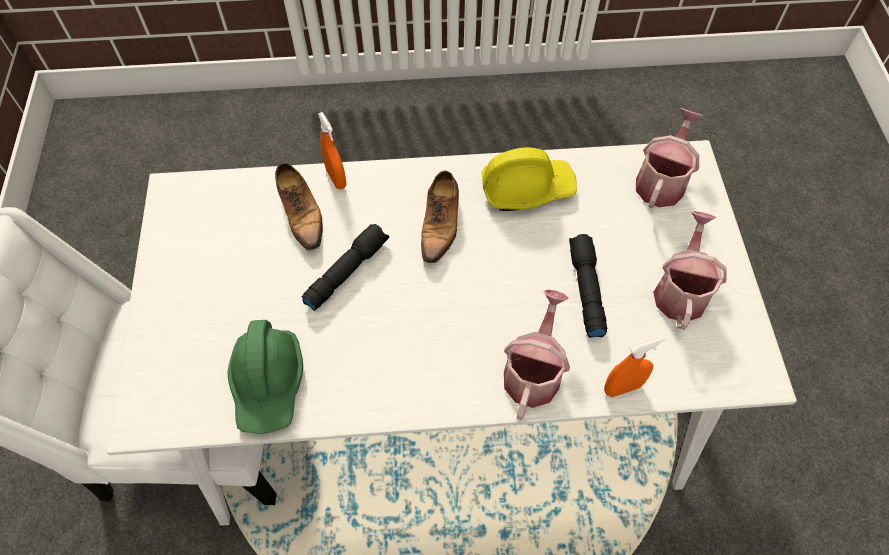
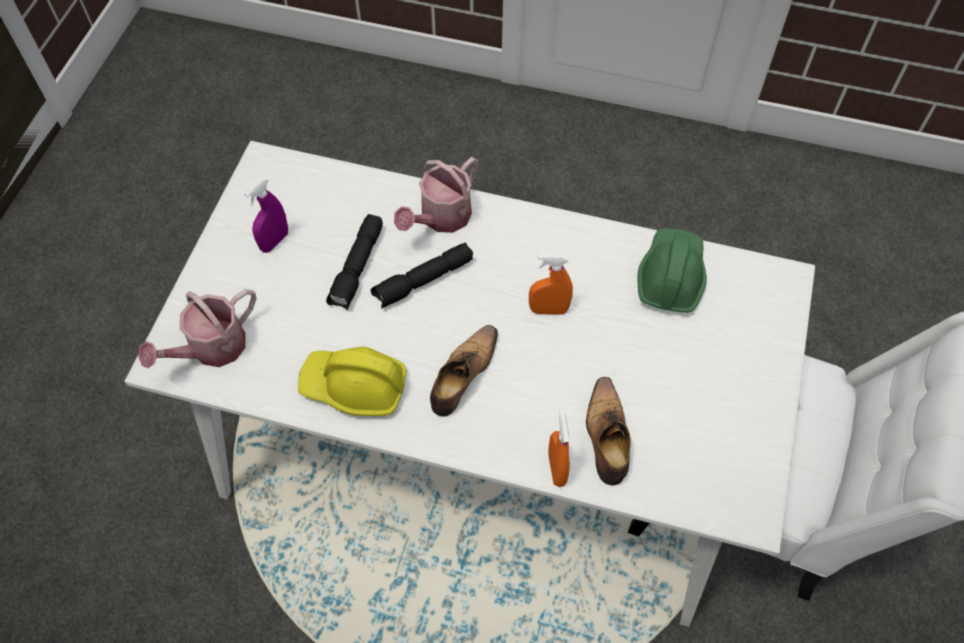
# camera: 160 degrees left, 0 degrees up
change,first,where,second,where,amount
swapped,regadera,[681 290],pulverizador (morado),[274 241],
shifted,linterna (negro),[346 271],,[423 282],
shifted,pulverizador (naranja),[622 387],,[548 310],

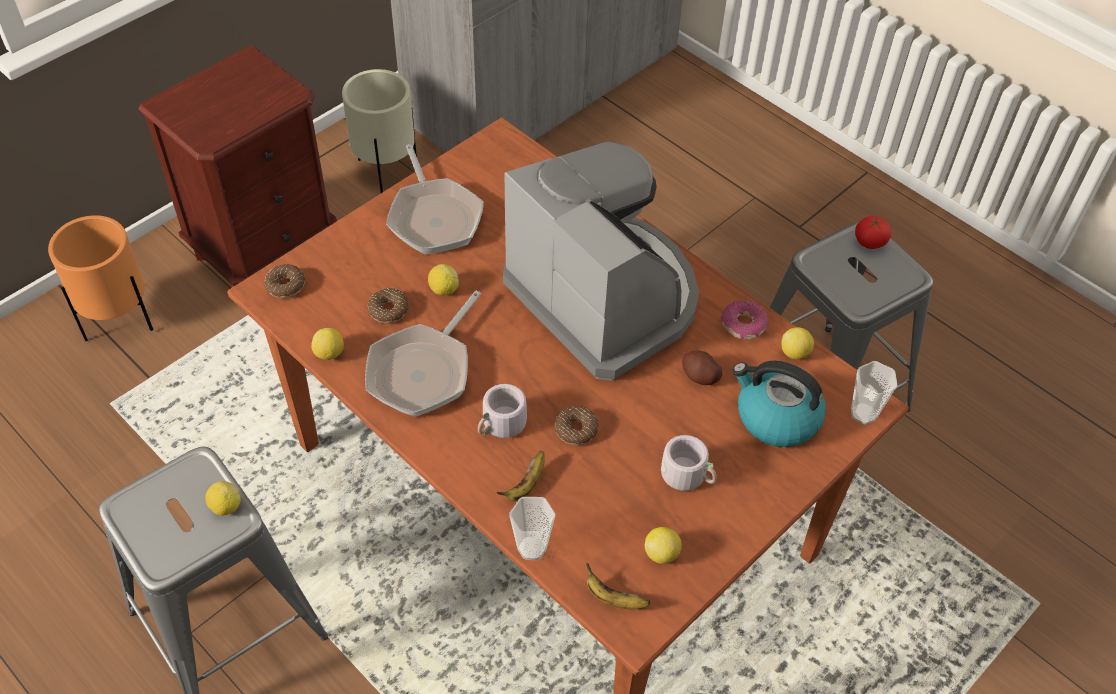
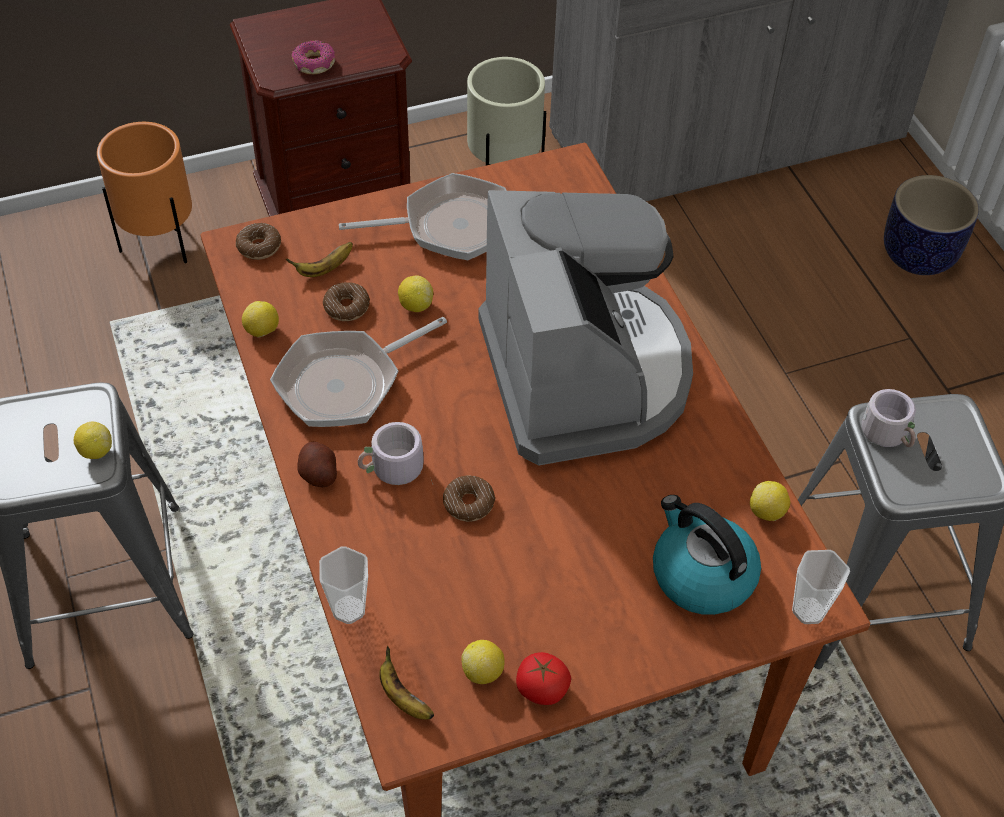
# camera: 25 degrees right, 0 degrees up
change,first,where,second,where,amount
shifted,plátano,[526 485],,[324 269],
shifted,rosquilla,[743 325],,[314 64],
shifted,patata,[700 376],,[318 474],
rotated,sartén,[434 217],,[450 226],105 degrees counterclockwise
shifted,tomate,[870 242],,[542 689],
shifted,taza grande (gris),[689 474],,[889 434],
new,,,maceta,[919 255],

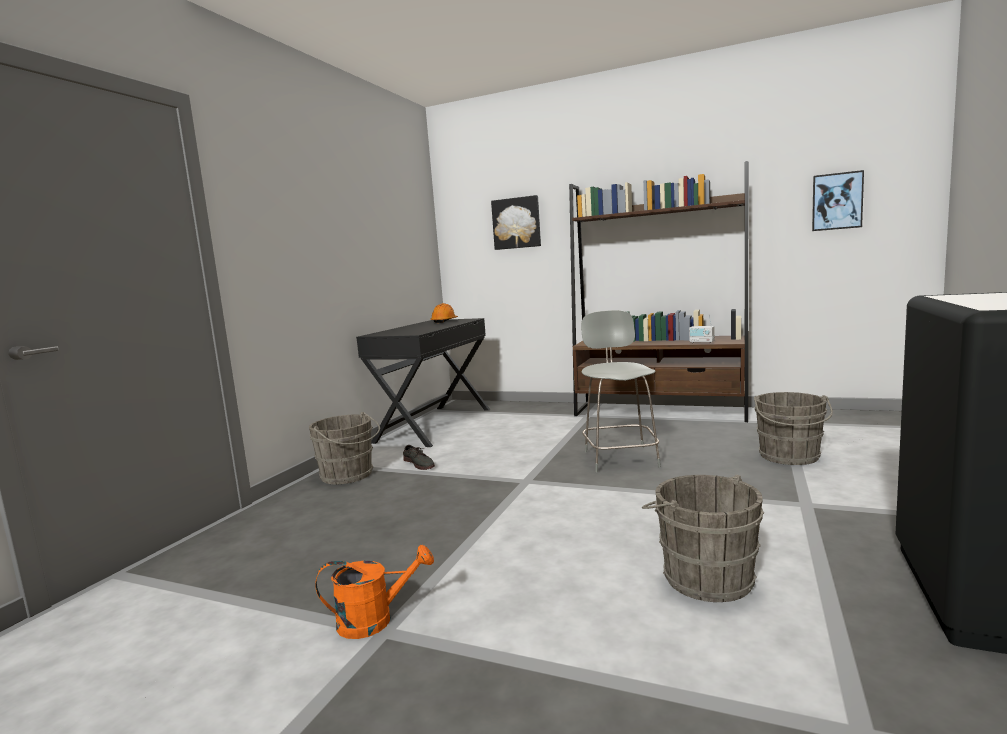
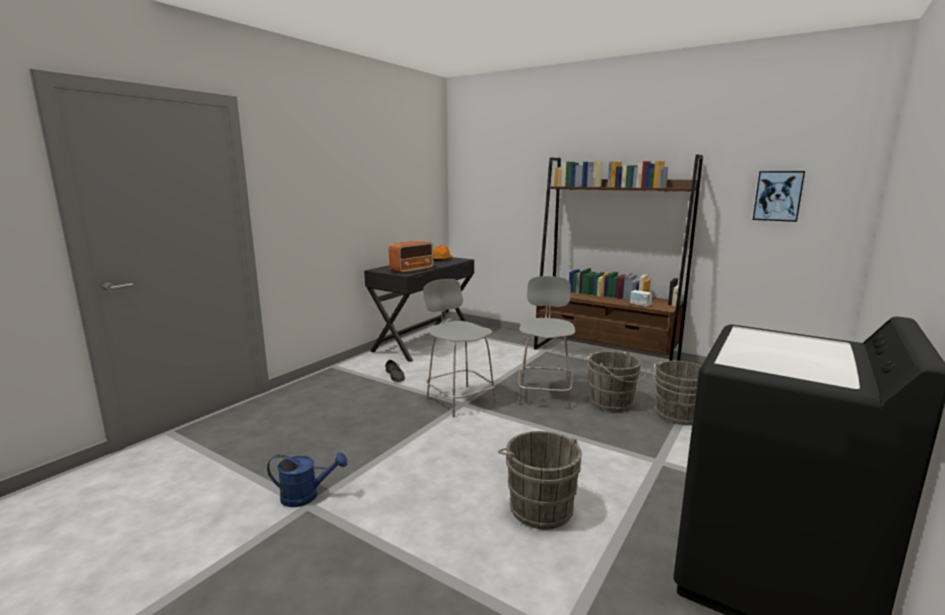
# camera: 10 degrees right, 5 degrees up
change,first,where,second,where,amount
repainted,regadera (naranja),[375 620],regadera (azul),[306 496],
new,,,radio,[412 270],
new,,,taburete (gris),[459 400],
shifted,cubo (gris),[349 475],,[613 403],
gone,cuadro,[516 223],,,

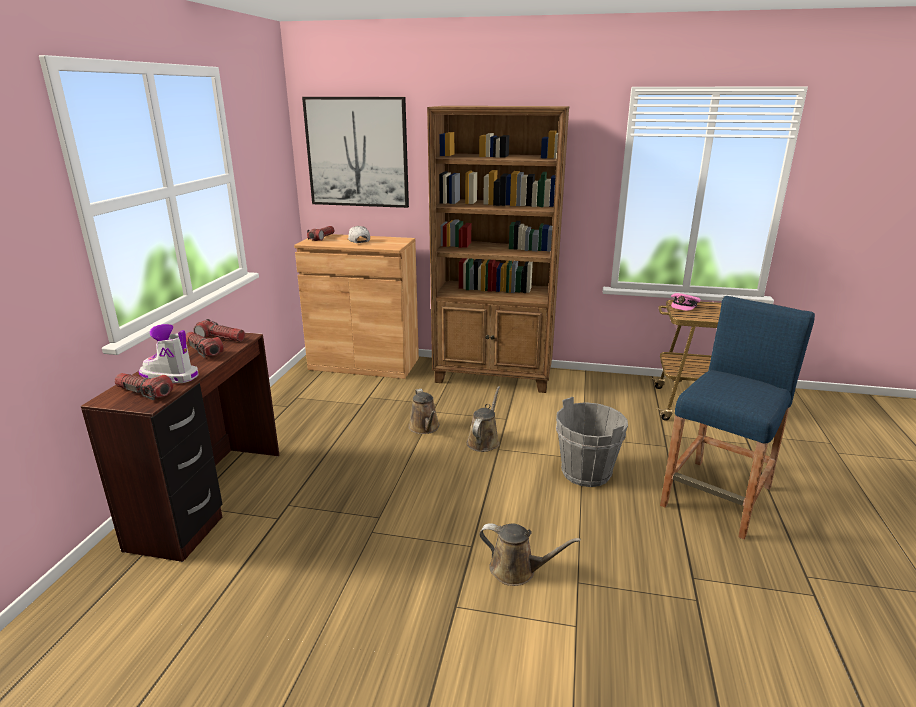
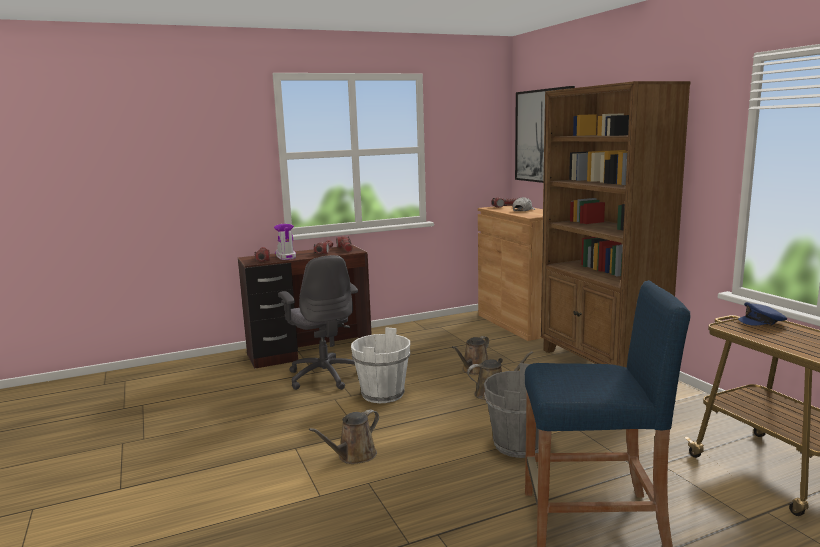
# camera: 55 degrees right, 10 degrees down
change,first,where,second,where,amount
new,,,silla de oficina (gris),[325 376],
rotated,regadera (marrón),[517 570],,[354 456],60 degrees clockwise
new,,,cubo (blanco),[383 394],
repainted,gorra (rosa),[684 305],gorra (azul),[762 321],

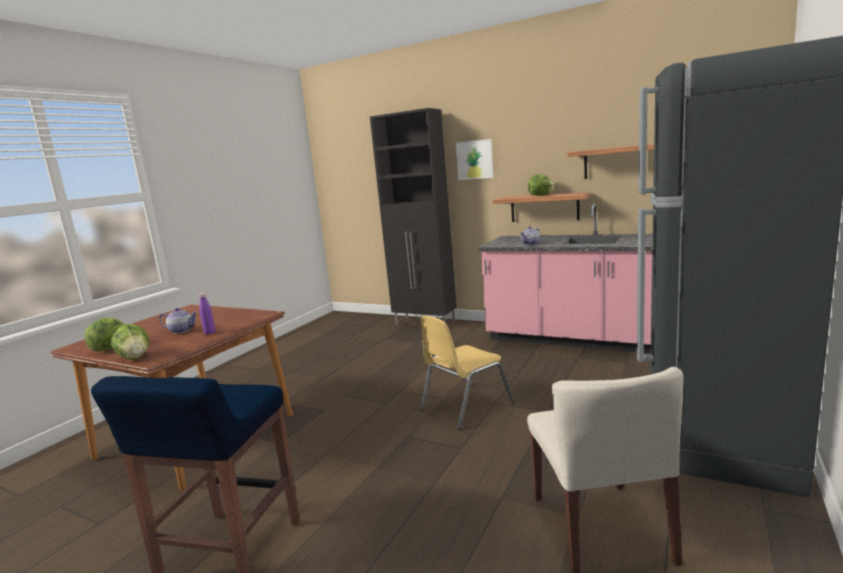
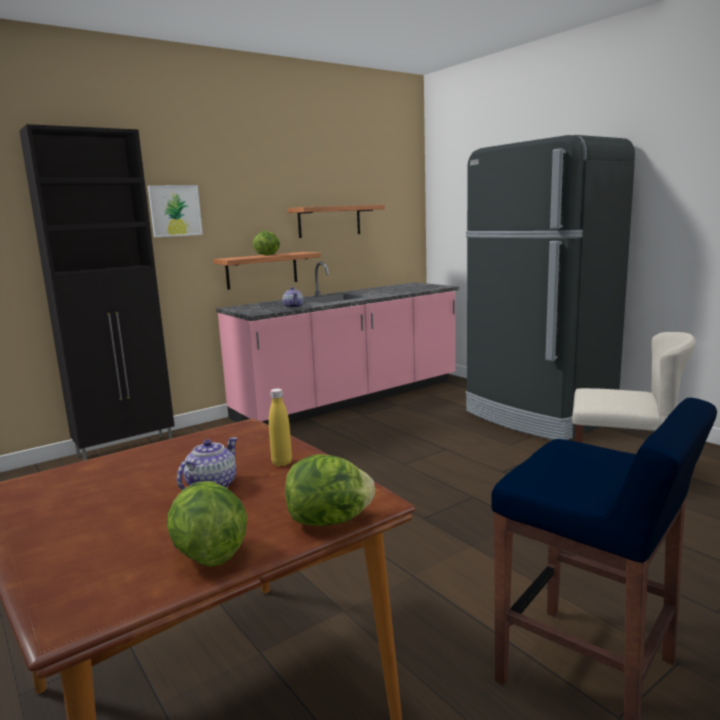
# camera: 65 degrees left, 0 degrees up
change,first,where,second,where,amount
repainted,botella (morado),[210 333],botella (amarillo),[282 463],
gone,silla (amarillo),[465 406],,,

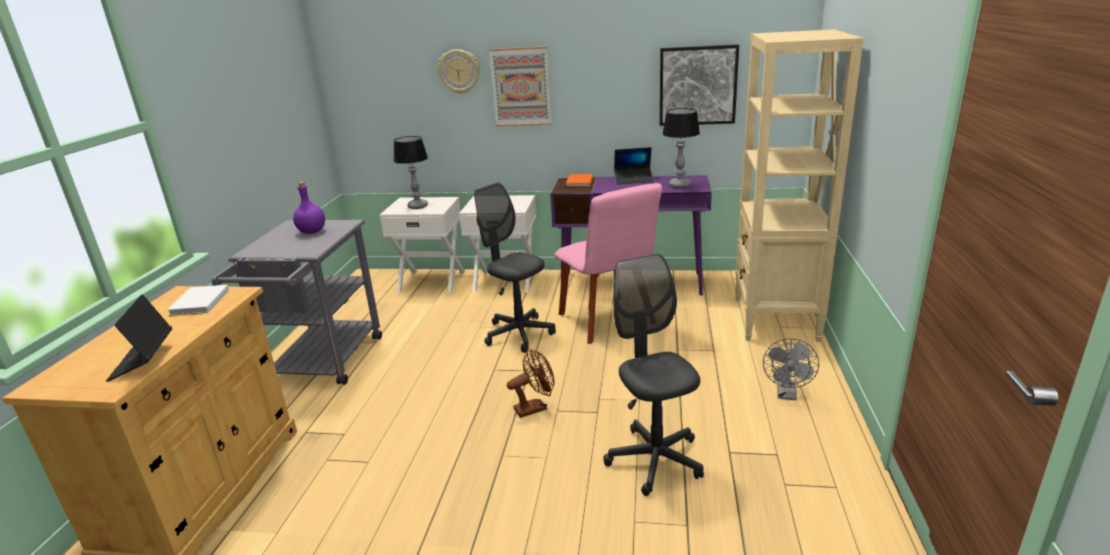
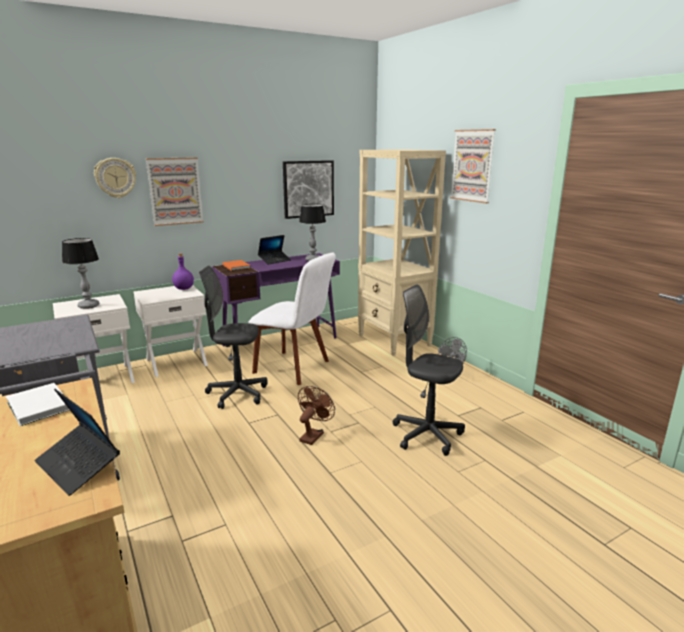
# camera: 40 degrees left, 5 degrees down
change,first,where,second,where,amount
shifted,botella (morado),[312 231],,[184 288],
repainted,silla (rosa),[608 321],silla (blanco),[295 368],
new,,,cuadro,[472 165],

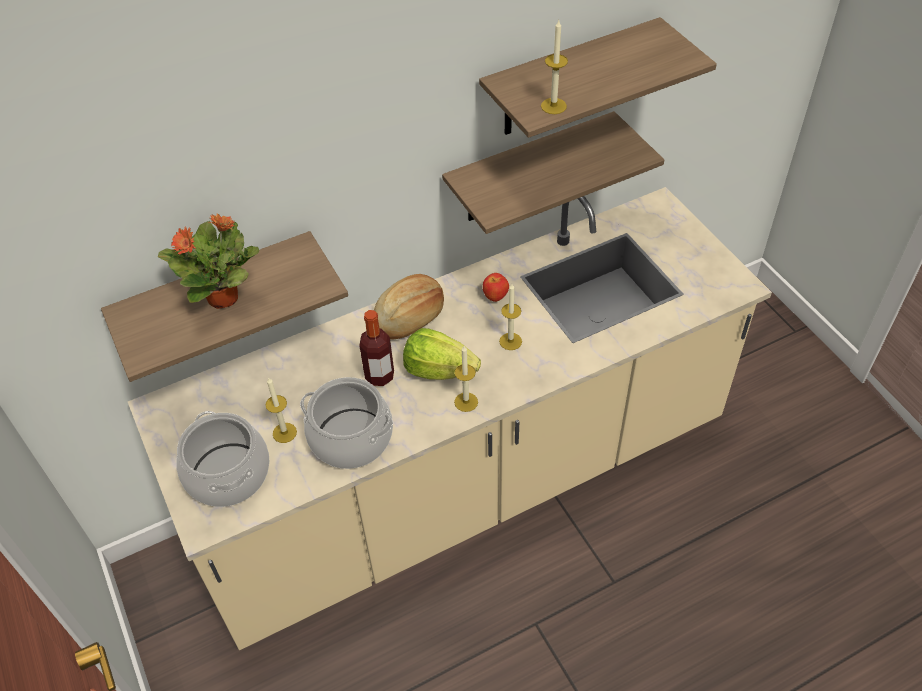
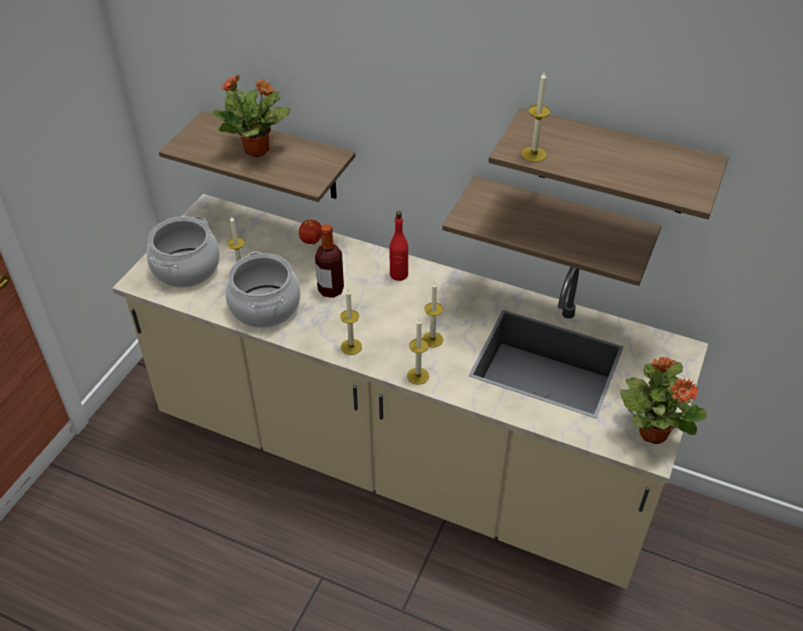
# camera: 50 degrees right, 5 degrees down
change,first,where,second,where,amount
shifted,manzana,[495 297],,[311 242],
swapped,pan,[410 317],botella (rojo),[398 275],
new,,,vela,[418 376],
new,,,planta en maceta,[652 432],
gone,lechuga,[438 369],,,

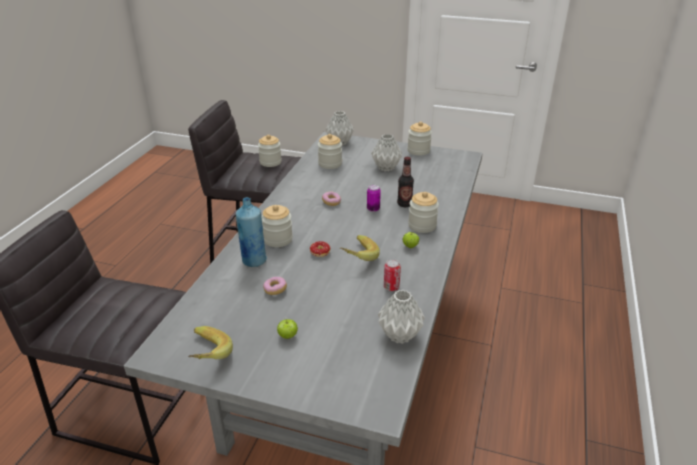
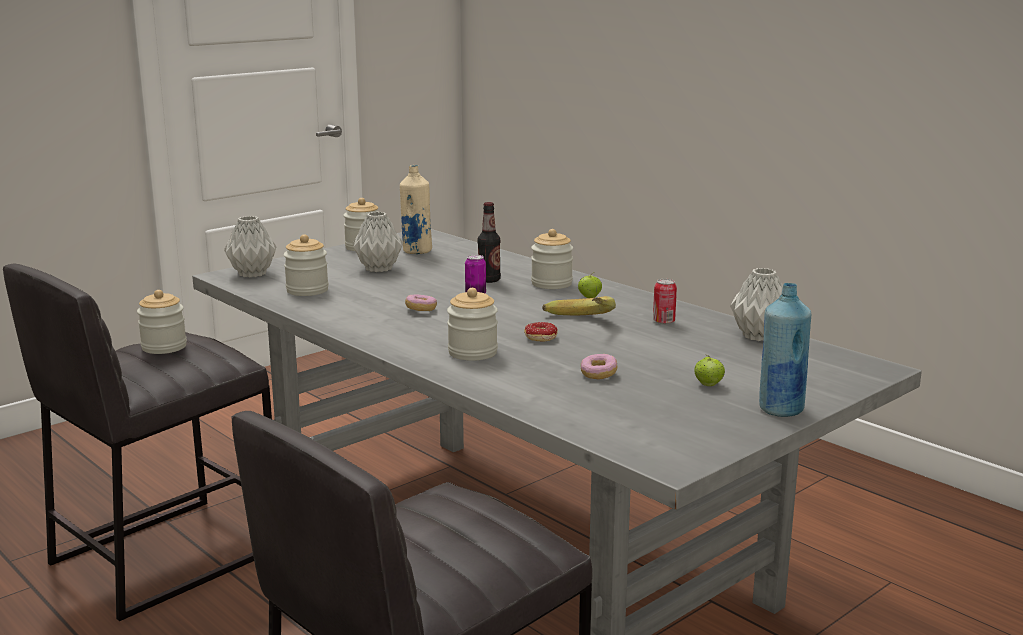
# camera: 60 degrees left, 15 degrees down
change,first,where,second,where,amount
new,,,botella (beis),[416 251],
shifted,botella (azul),[254 261],,[780 409],
gone,plátano,[205 356],,,

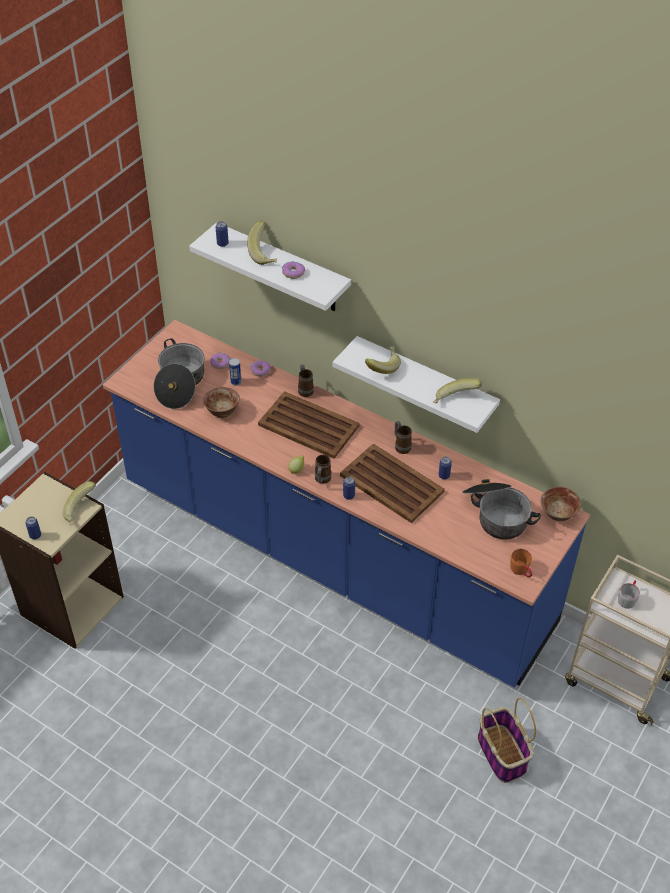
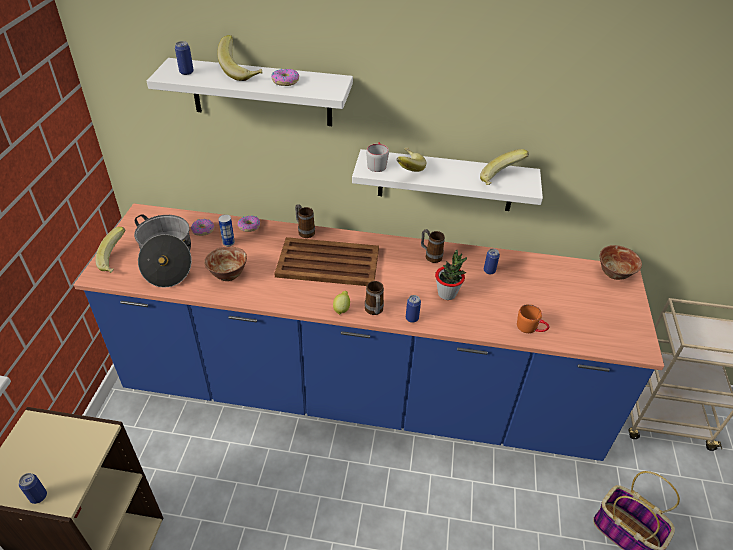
# camera: 25 degrees left, 5 degrees down
change,first,where,second,where,amount
shifted,plátano,[81 511],,[116 260],
shifted,taza grande (gris),[627 598],,[377 164],
swapped,bandeja (marrón),[392 484],planta en maceta,[447 294],
shifted,taza grande (naranja),[522 571],,[531 328],
gone,olla,[496 514],,,

